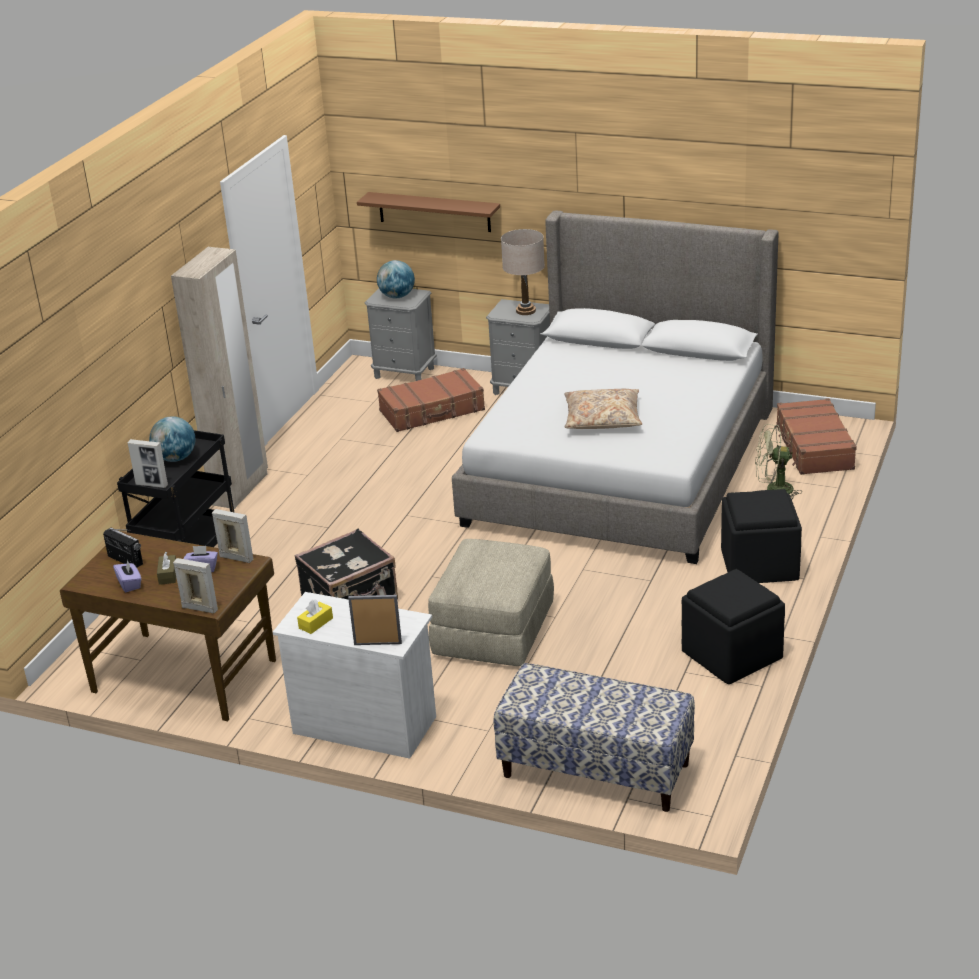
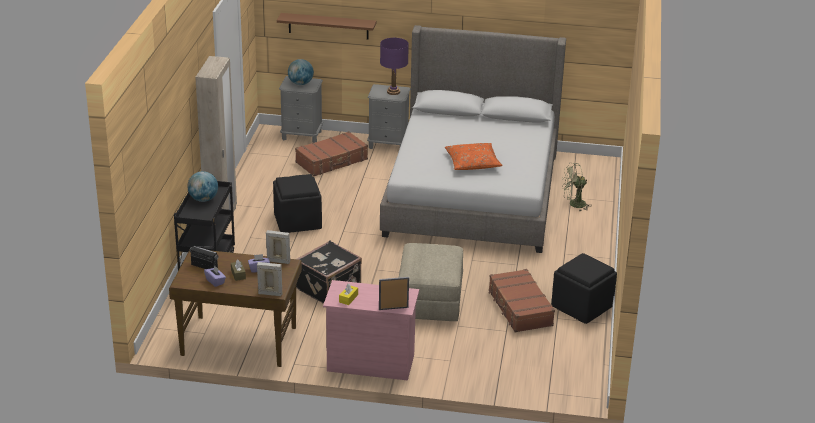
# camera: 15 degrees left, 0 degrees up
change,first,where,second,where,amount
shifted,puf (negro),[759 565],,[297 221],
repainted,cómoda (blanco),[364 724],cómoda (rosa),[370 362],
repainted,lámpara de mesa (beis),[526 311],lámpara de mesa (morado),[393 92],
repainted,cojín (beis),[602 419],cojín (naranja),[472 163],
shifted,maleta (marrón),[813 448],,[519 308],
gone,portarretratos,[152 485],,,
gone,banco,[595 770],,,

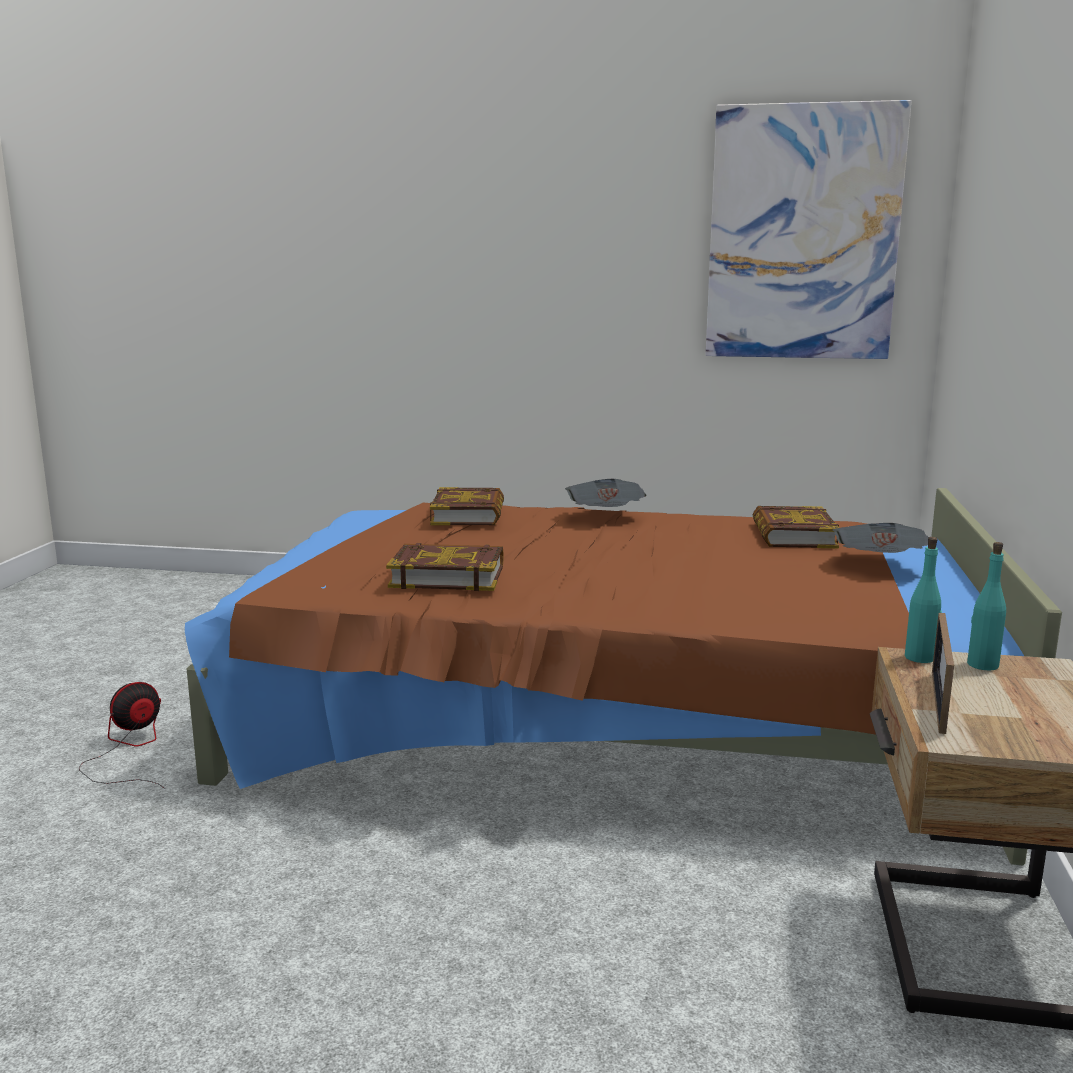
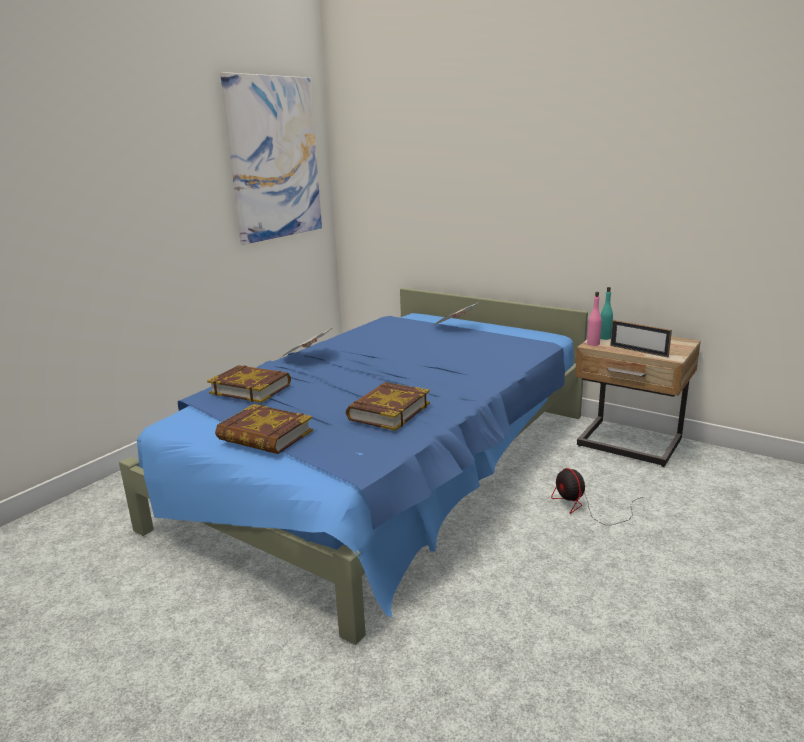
# camera: 65 degrees left, 5 degrees up
change,first,where,second,where,amount
repainted,cama (marrón),[602 718],cama (azul),[387 468],
shifted,libro,[793 535],,[265 436],
shifted,ventilador,[130 750],,[586 507],
repainted,botella (turquesa),[920 658],botella (rosa),[593 344],

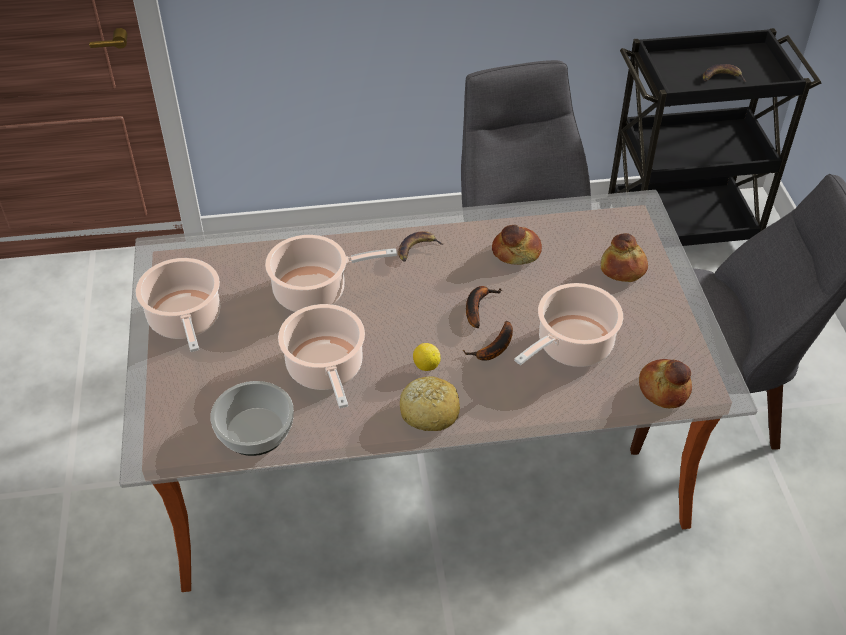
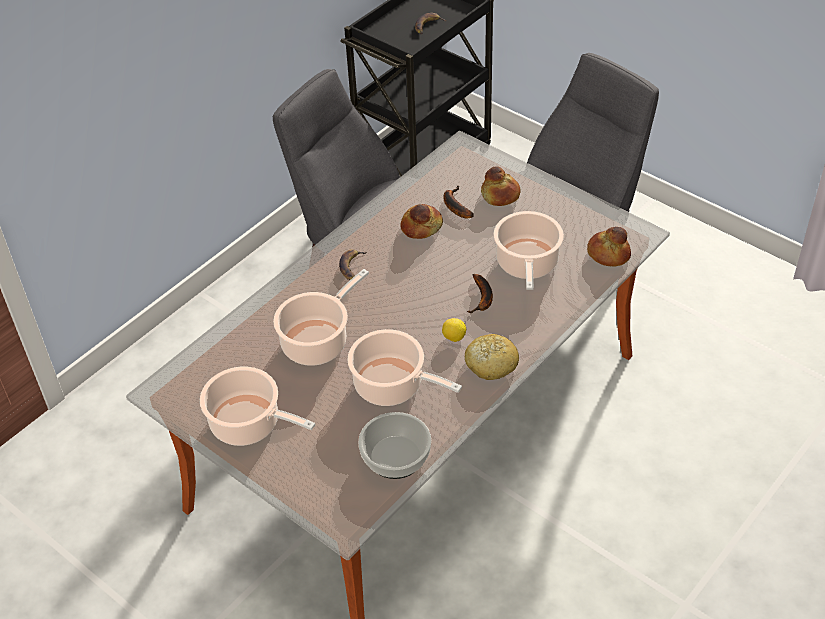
# camera: 40 degrees left, 0 degrees up
change,first,where,second,where,amount
shifted,plátano,[477 306],,[454 206],

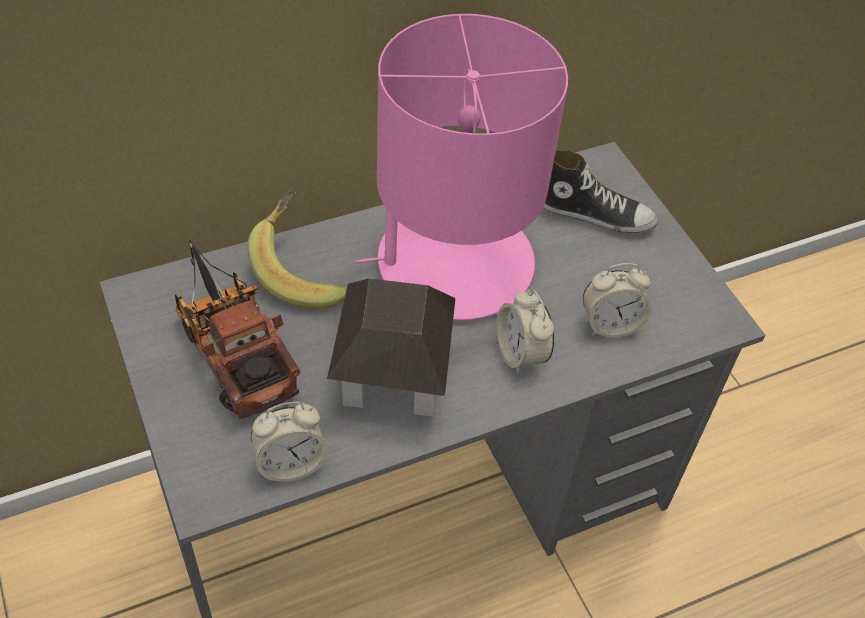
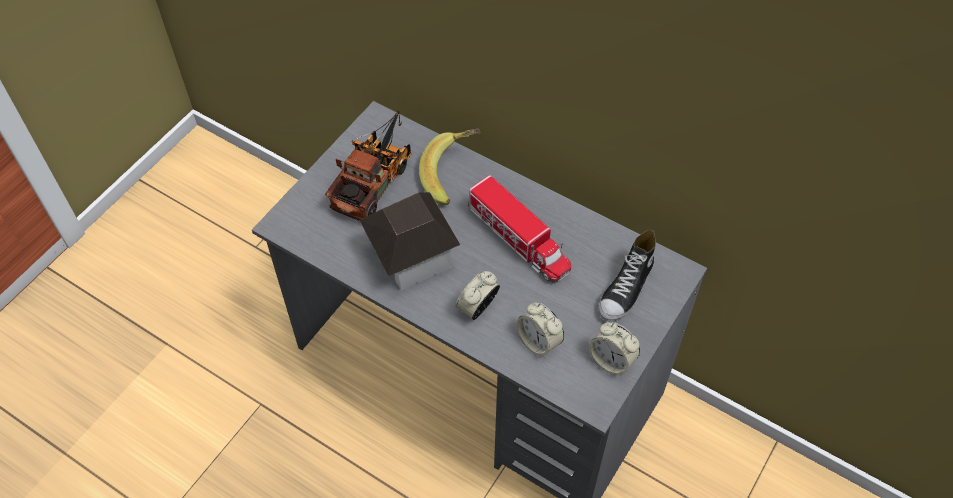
# camera: 60 degrees right, 5 degrees up
change,first,where,second,where,amount
swapped,lámpara de mesa (rosa),[453 262],camión de juguete,[518 239],
shifted,despertador,[290 463],,[611 361],
rotated,zapato,[594 213],,[626 288],45 degrees clockwise

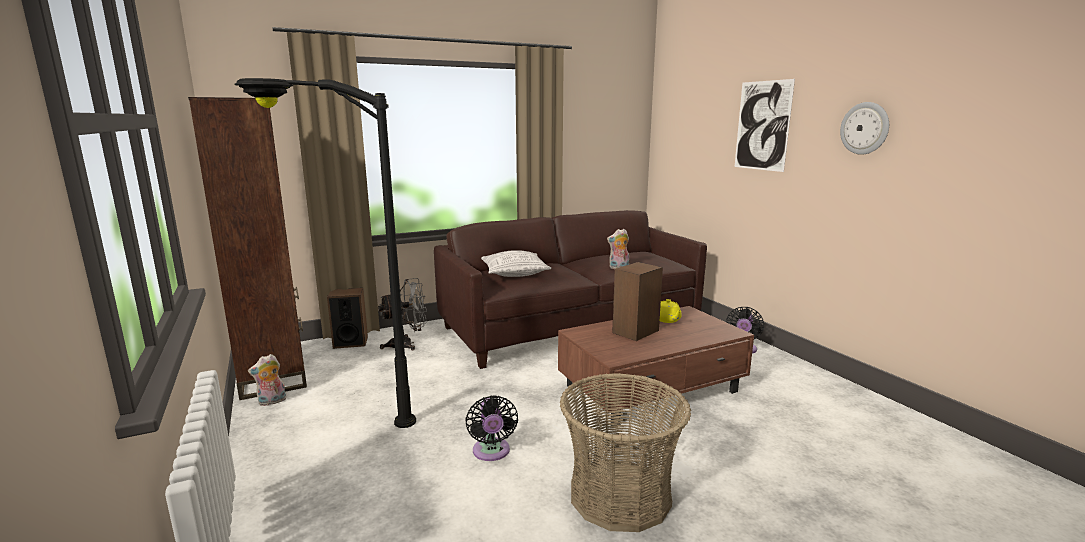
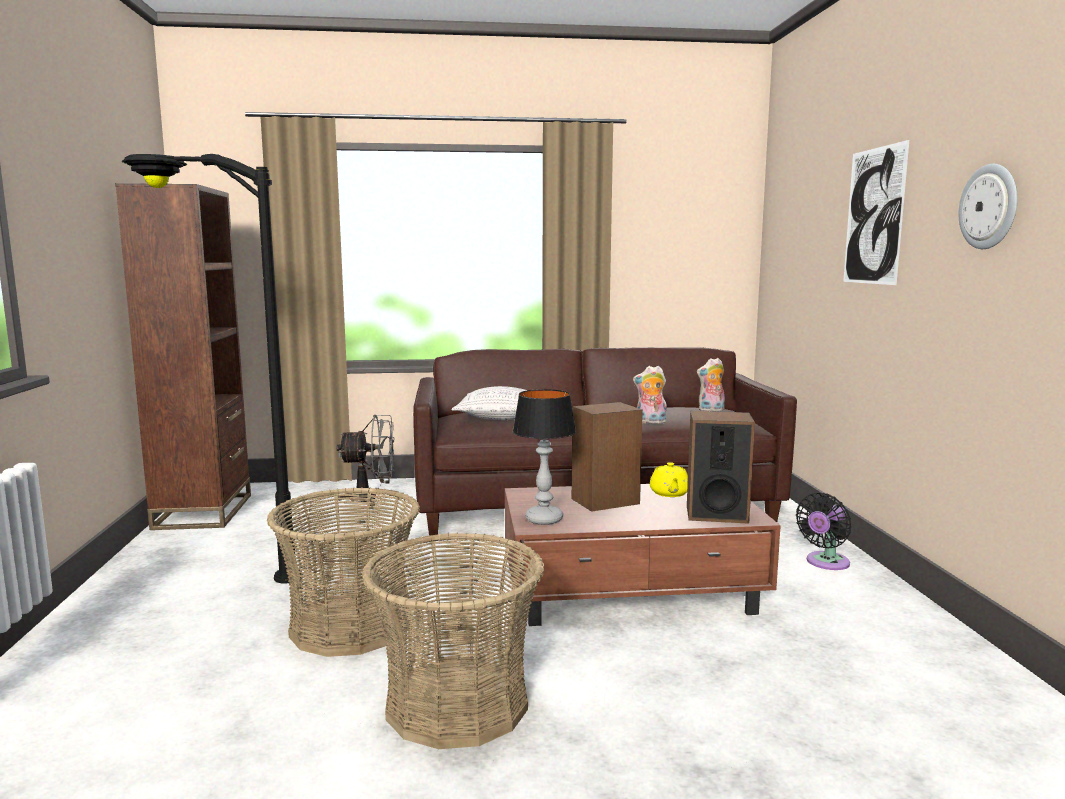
# camera: 20 degrees right, 5 degrees down
change,first,where,second,where,amount
swapped,ventilador (negro),[491 452],cesta,[350 626],
new,,,lámpara de mesa,[544 519],
shifted,altavoz,[350 342],,[716 514],
shifted,peluche,[272 402],,[711 410],

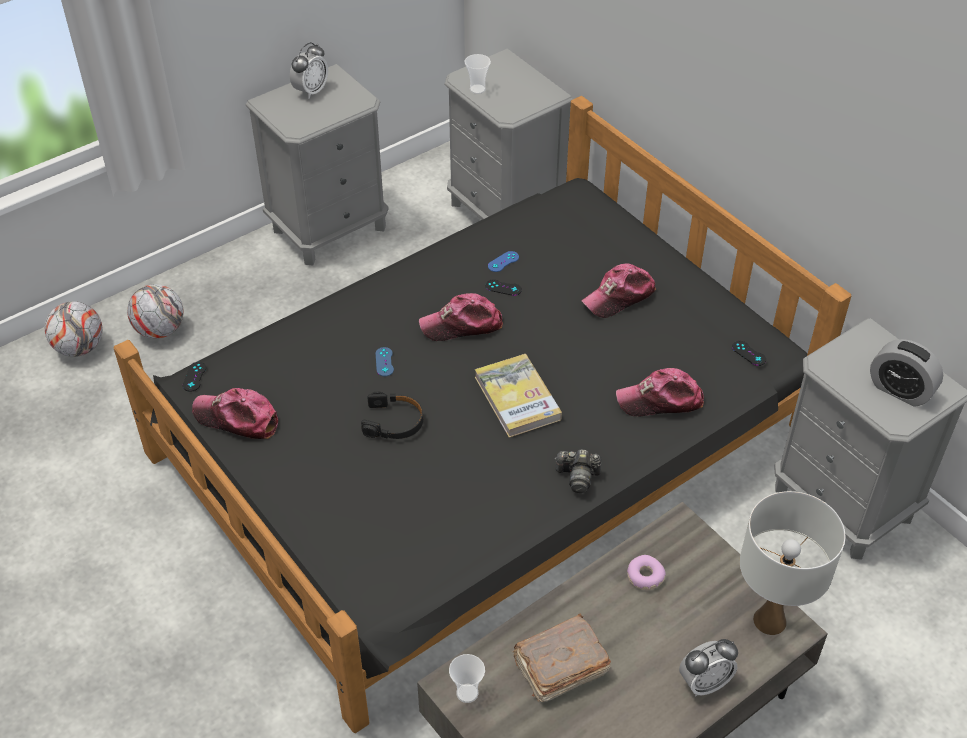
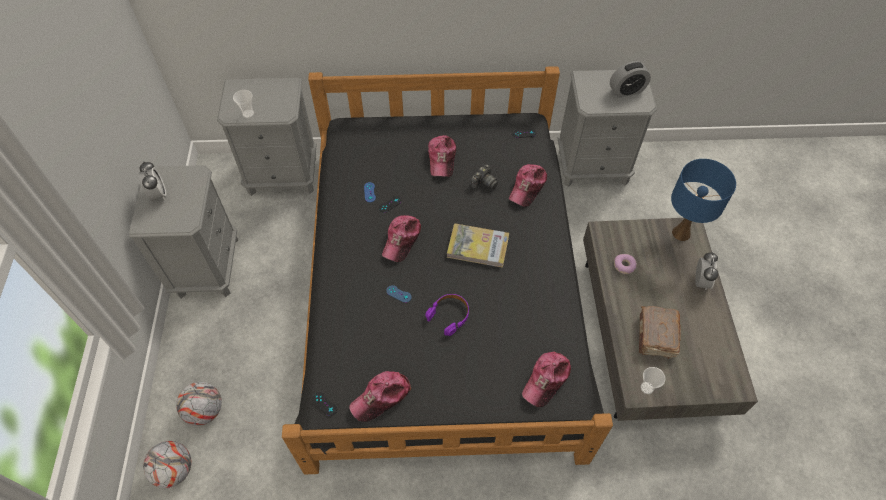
# camera: 55 degrees left, 10 degrees up
change,first,where,second,where,amount
repainted,auriculares (negro),[394 422],auriculares (morado),[449 315],
shifted,cámara,[578 477],,[483 183],
new,,,gorra,[546 380],
repainted,lámpara de mesa (blanco),[769 620],lámpara de mesa (azul),[680 233],

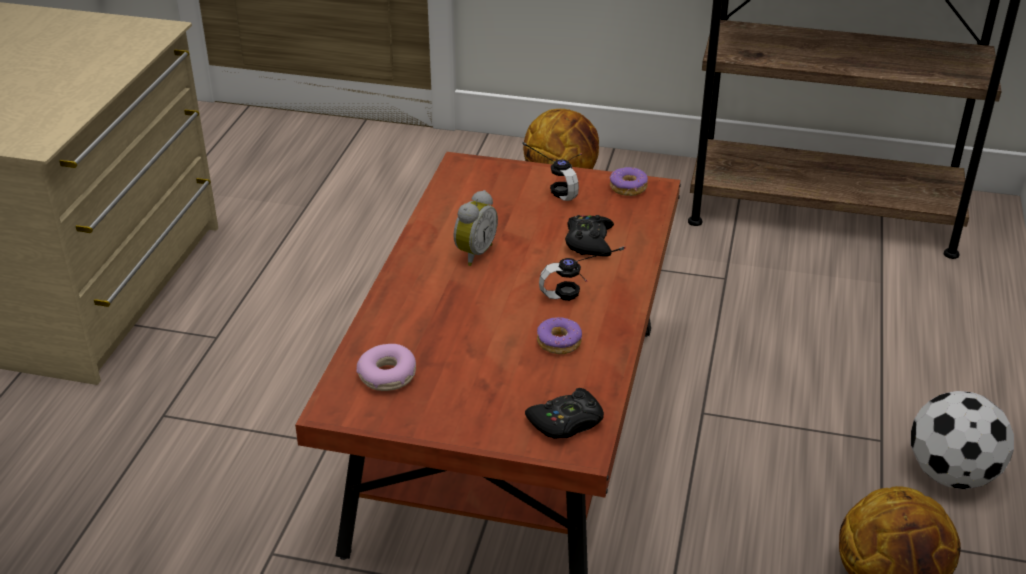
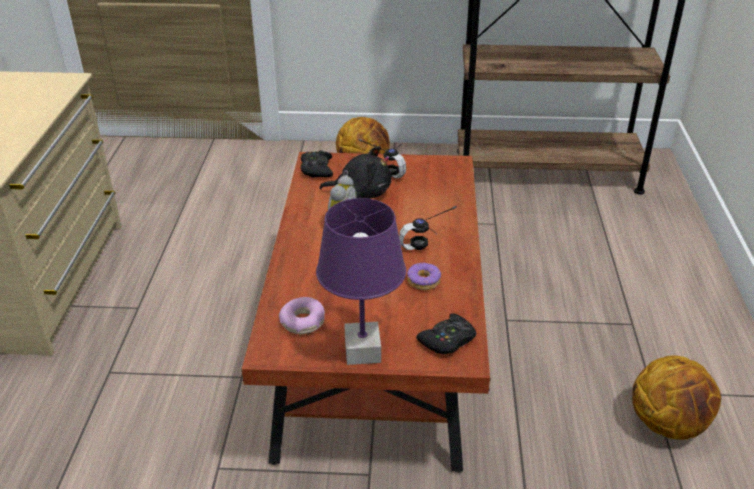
# camera: 10 degrees left, 0 degrees up
change,first,where,second,where,amount
shifted,mando de consola (negro),[589 242],,[317 169],
new,,,lámpara de mesa (morado),[362 350],
new,,,peluche (negro),[361 193],
gone,rosquilla,[628 188],,,
gone,balón de fútbol,[952 475],,,

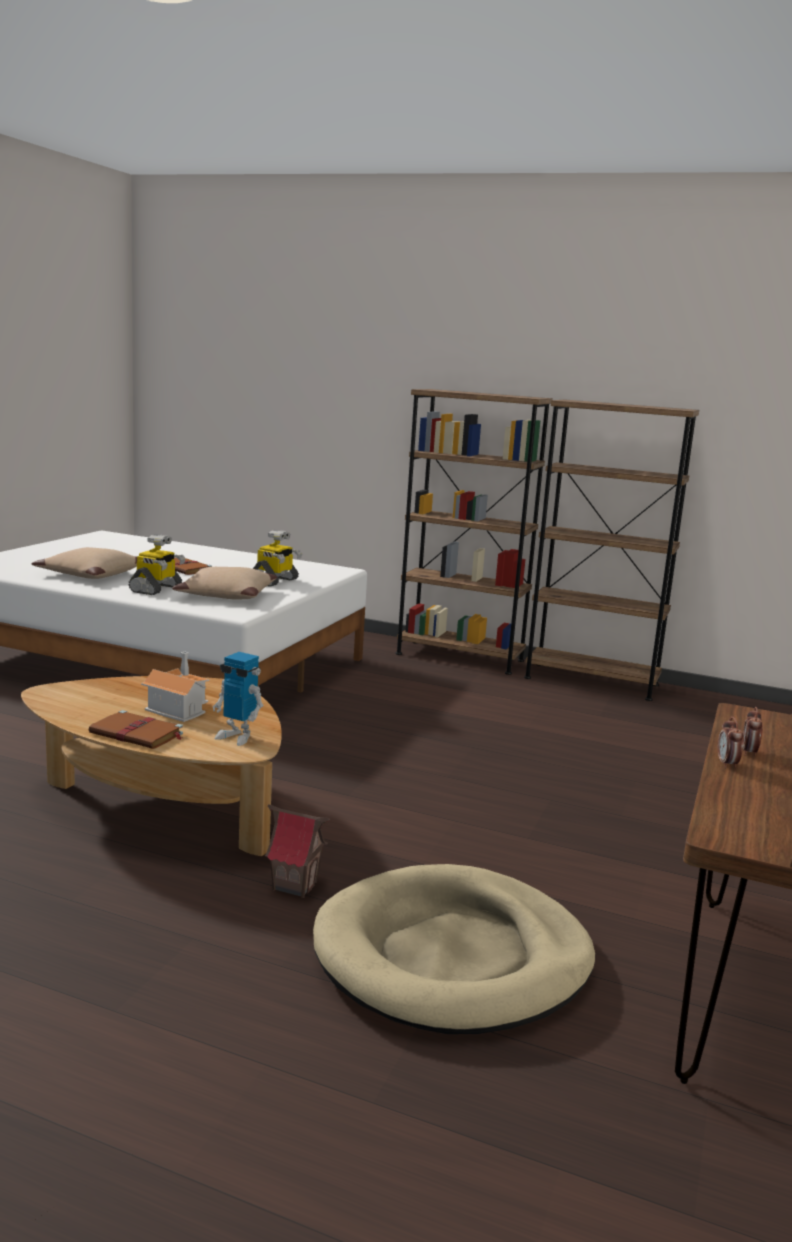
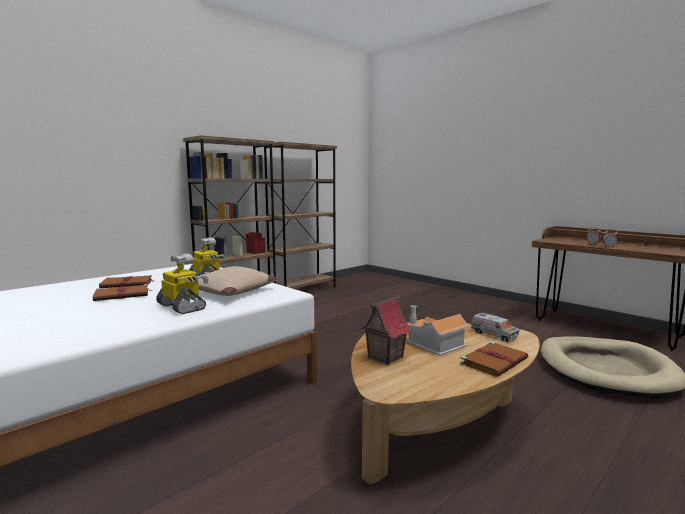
# camera: 65 degrees left, 5 degrees down
change,first,where,second,where,amount
new,,,libro (marrón),[128 284],
shifted,casita,[295 885],,[385 357],
swapped,robot de juguete,[237 737],camión de juguete,[494 334],
gone,cojín (beis),[90 574],,,

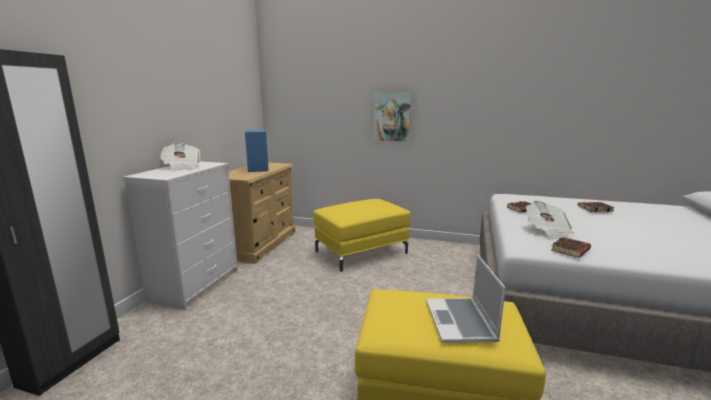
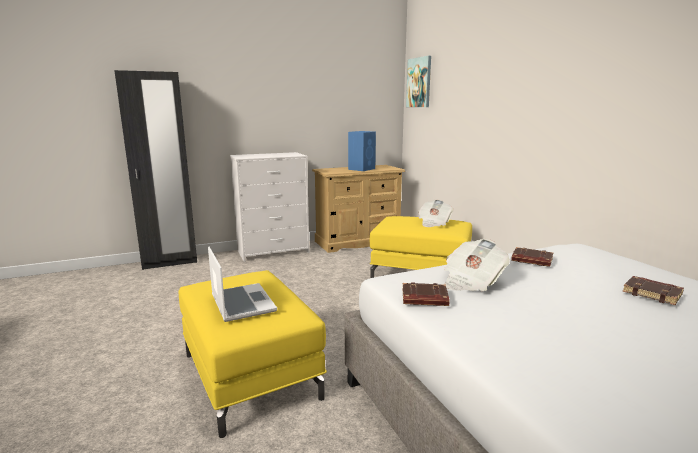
# camera: 50 degrees right, 0 degrees up
change,first,where,second,where,amount
rotated,portátil,[461 322],,[241 303],105 degrees clockwise
shifted,cuadro,[391 117],,[419 82],
shifted,periódico,[182 167],,[434 223],

